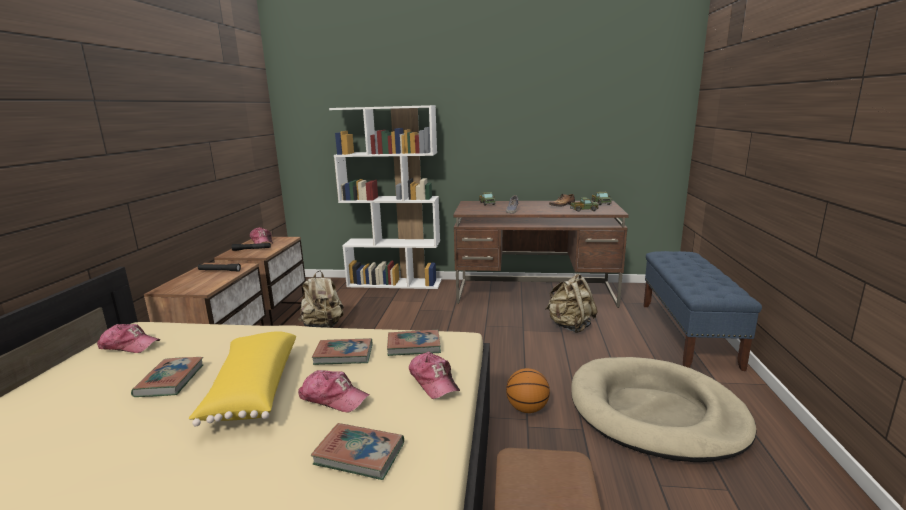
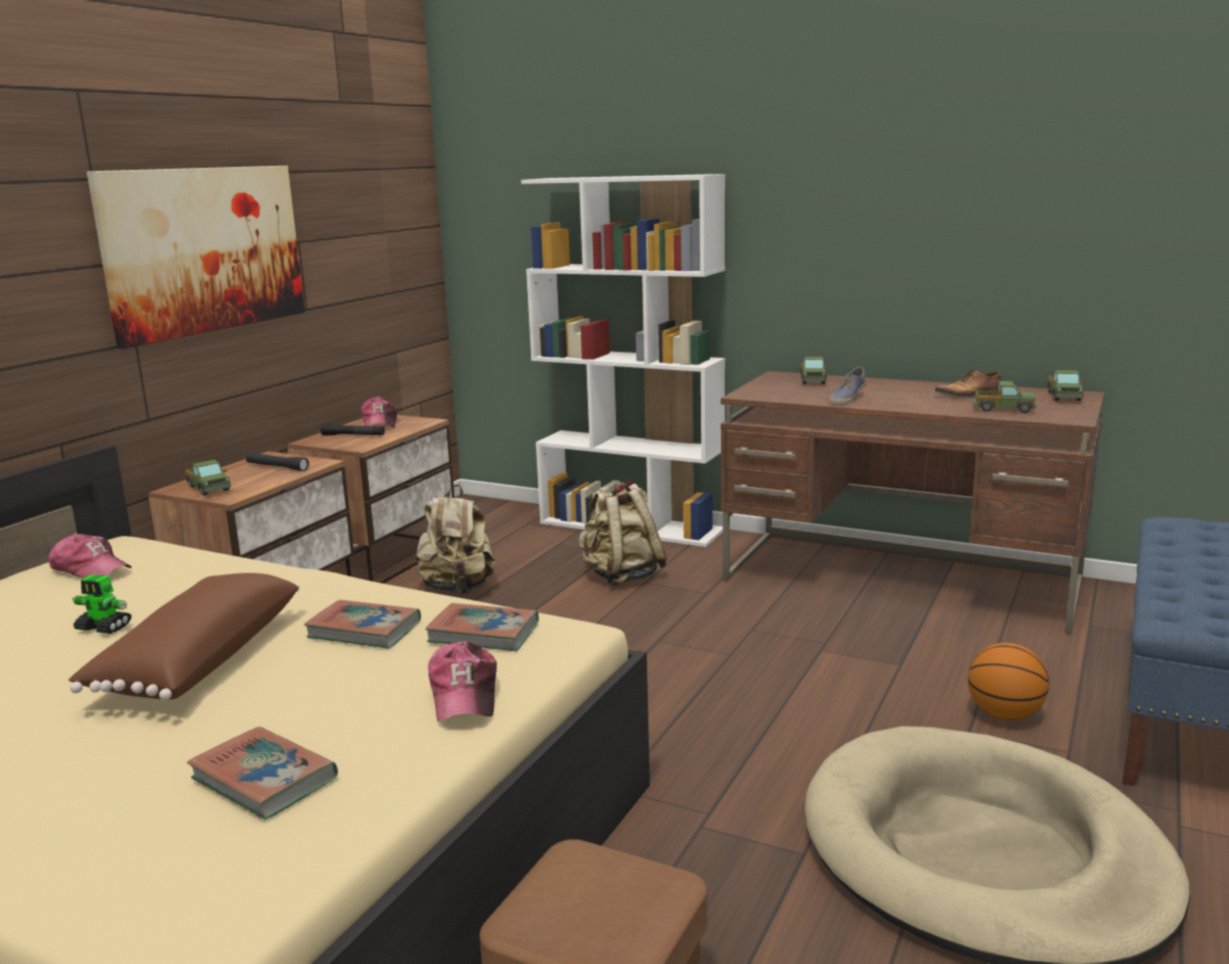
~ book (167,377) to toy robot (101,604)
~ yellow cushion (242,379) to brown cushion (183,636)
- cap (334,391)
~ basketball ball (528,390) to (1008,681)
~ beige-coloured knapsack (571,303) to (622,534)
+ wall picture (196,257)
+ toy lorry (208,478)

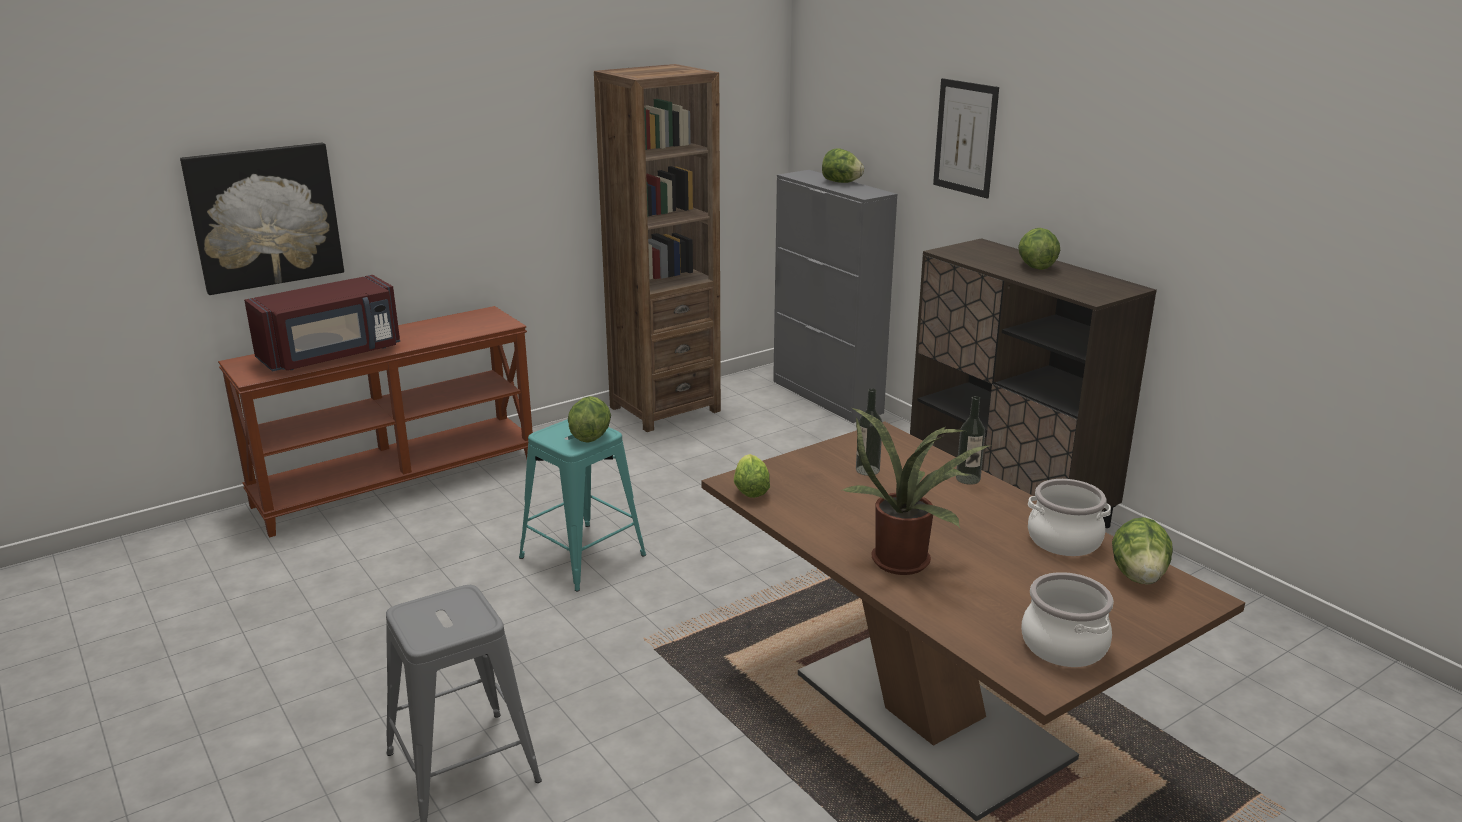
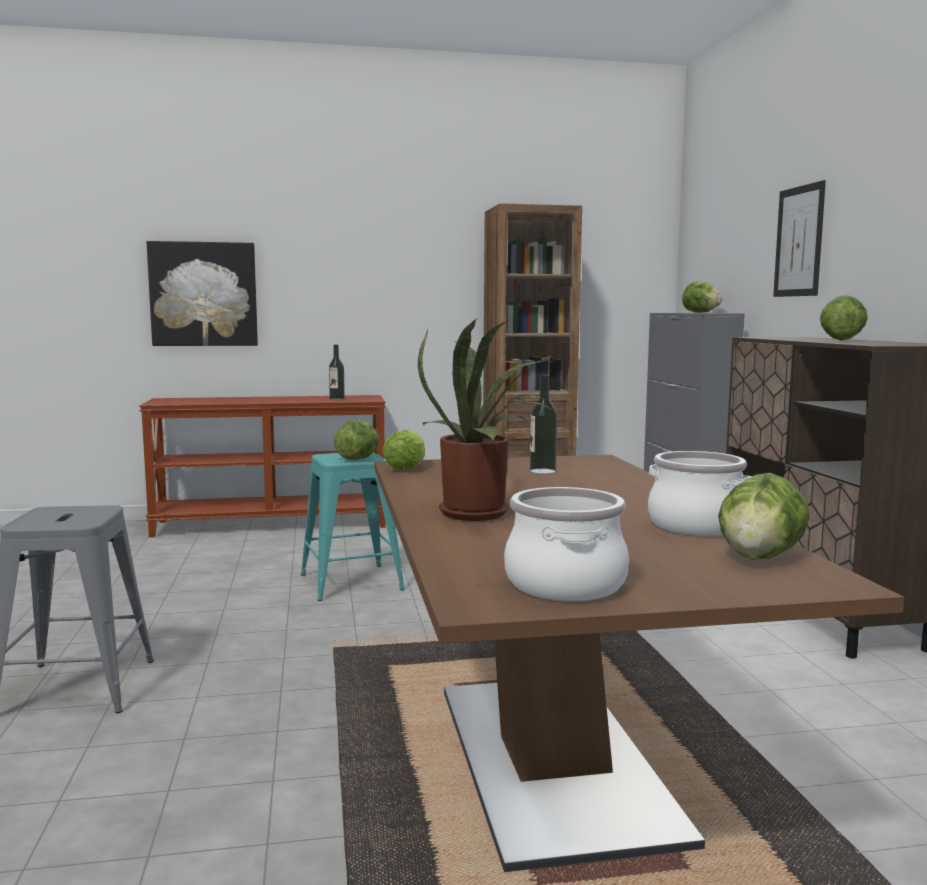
- red microwave oven (322,323)
~ drink bottle (970,440) to (337,372)

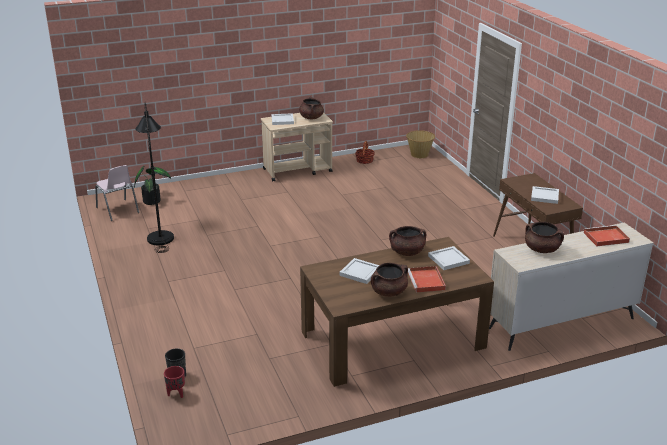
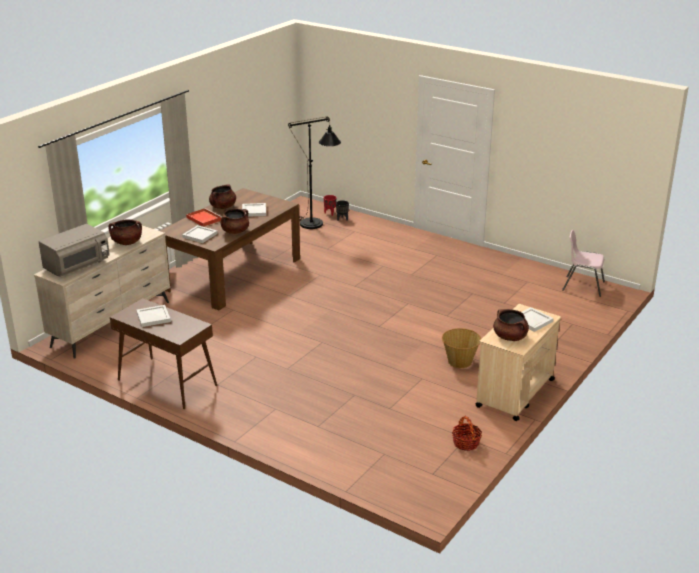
- potted plant (152,185)
~ blackish standing lamp (154,177) to (314,173)
~ household basket (420,144) to (461,348)
~ red carrying tray (607,235) to greyish microwave oven (74,250)

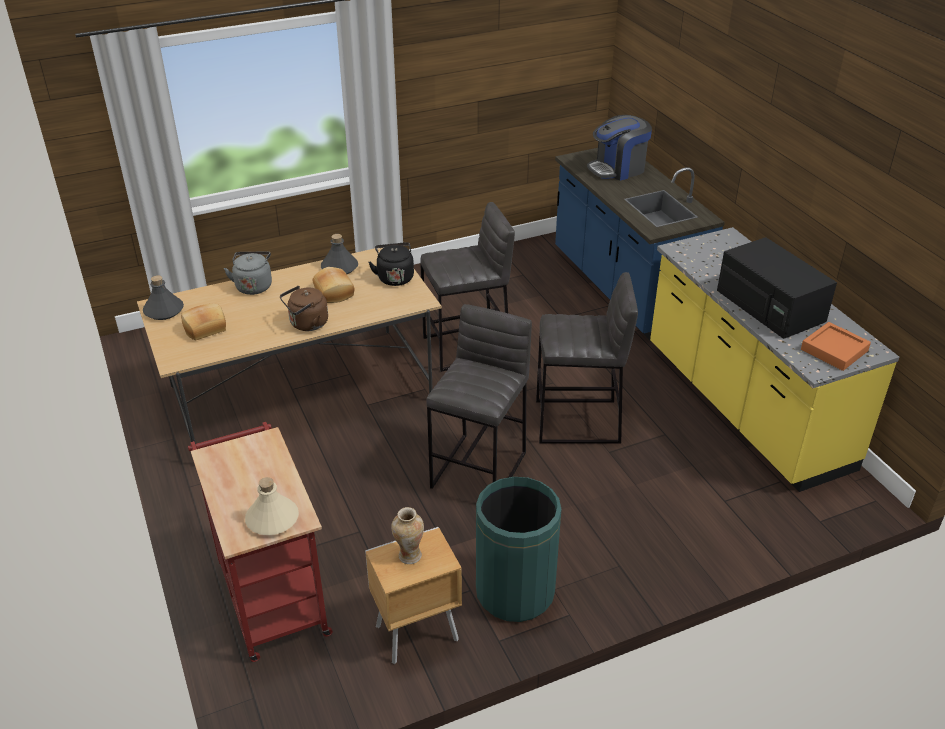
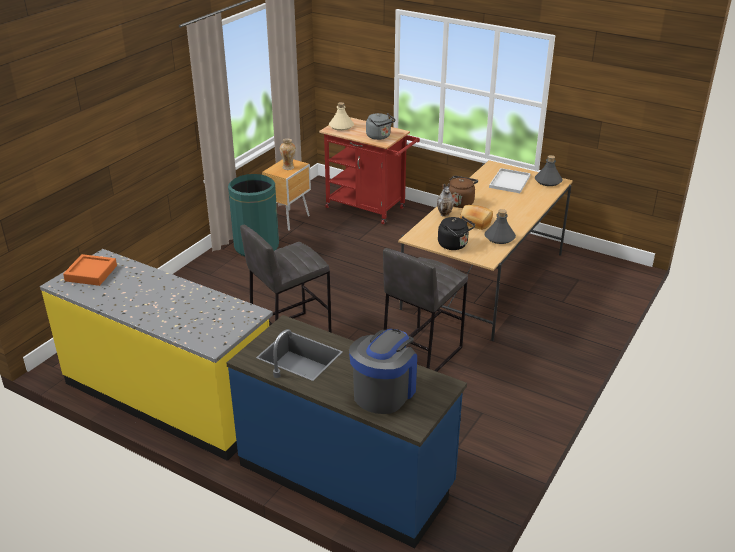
~ bread (203,321) to whitish carrying tray (510,180)
~ greyish water kettle (248,273) to (380,126)
- greyish stool (479,396)
- blackish microwave oven (777,288)
+ decorative vase (445,200)

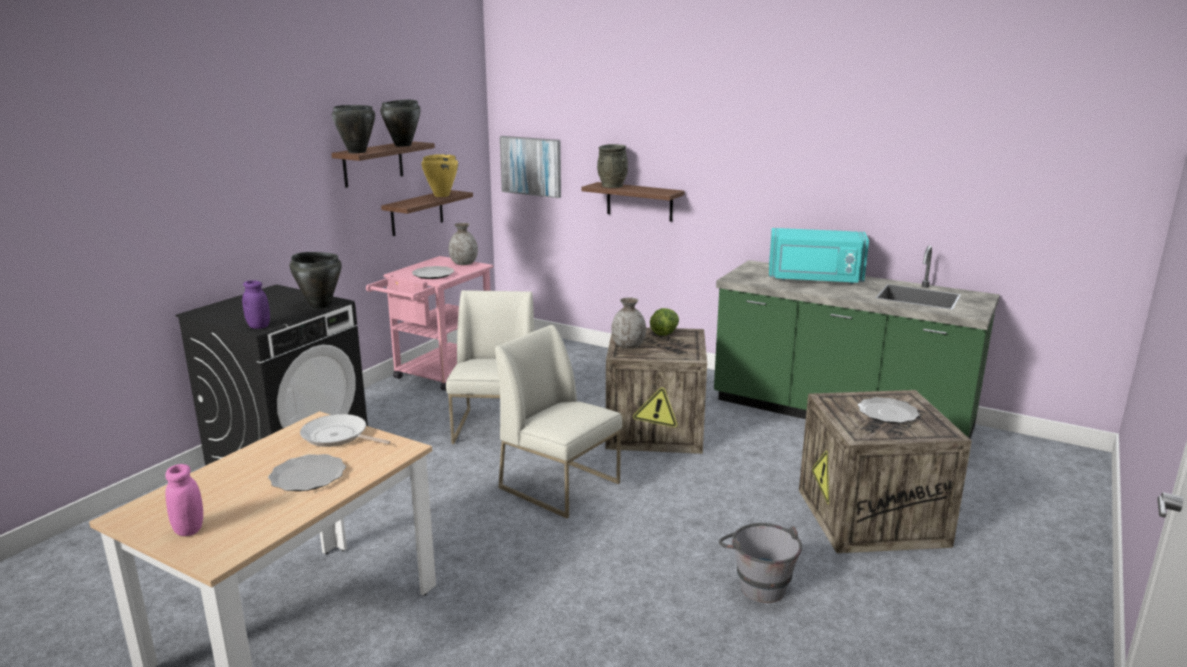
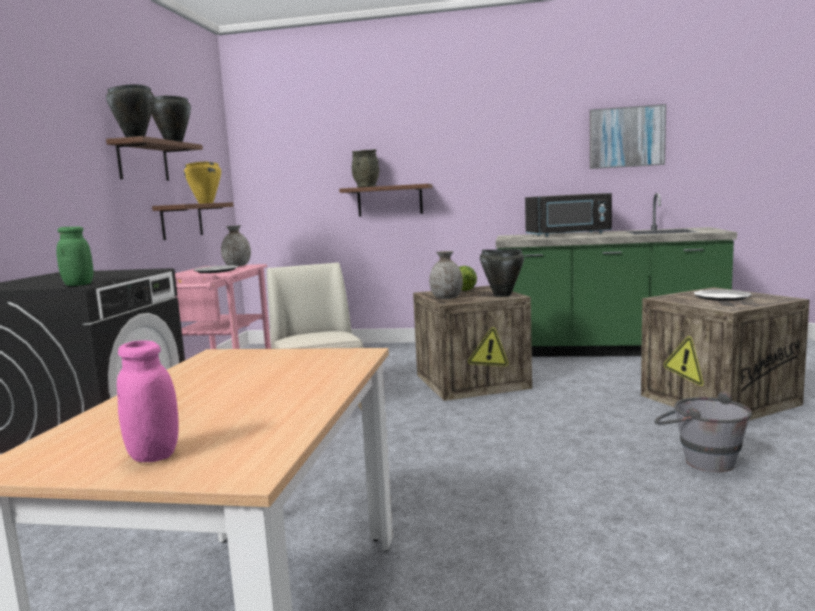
~ purple preserve jar (256,304) to green preserve jar (74,256)
- flat dish (307,472)
~ blackish stockpot (316,280) to (502,273)
- pan (345,430)
- whitish chair (558,421)
~ wall picture (530,167) to (628,136)
~ blue-green microwave oven (819,256) to blackish microwave oven (568,215)

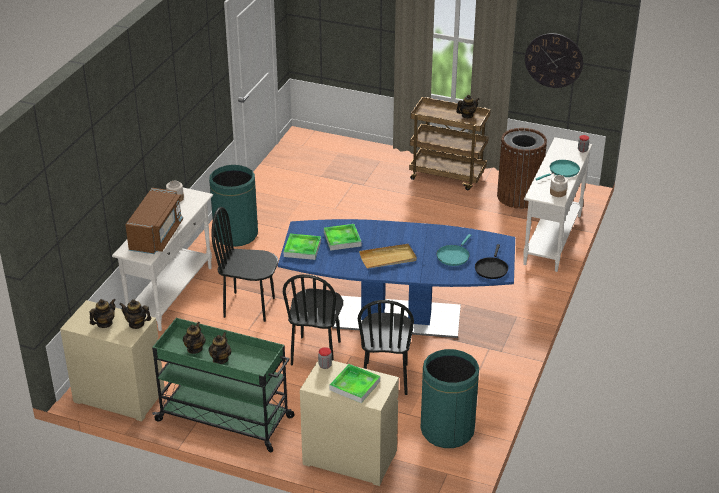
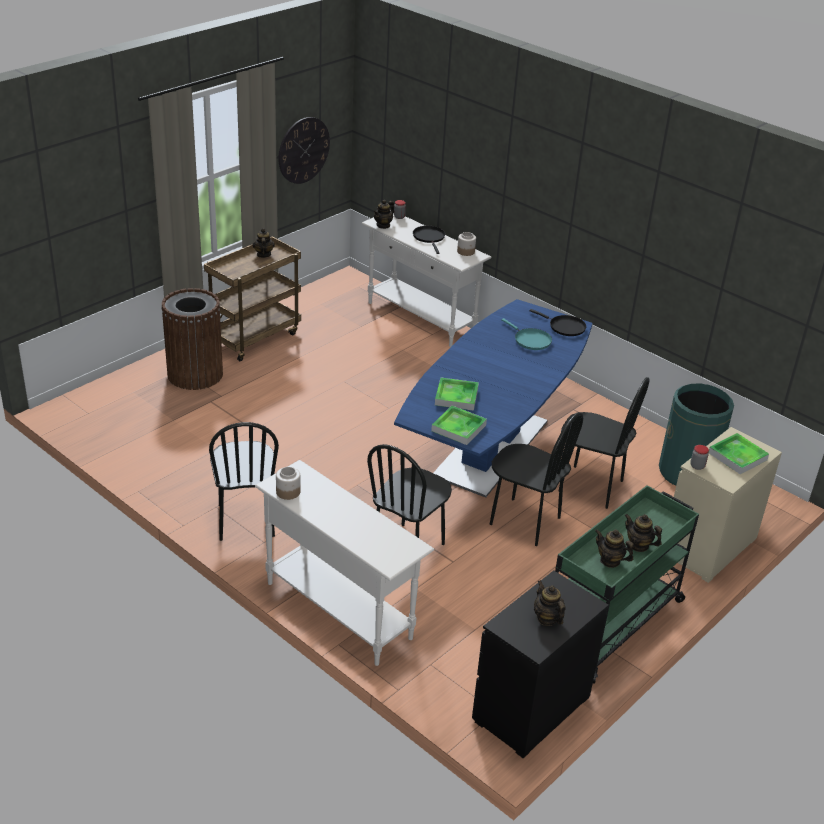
~ beige-coloured dresser (112,361) to blackish dresser (540,664)
~ pot for tea (135,314) to (383,214)
- brown microwave oven (154,221)
~ green waste bin (233,206) to blackish chair (244,481)
- beige-coloured carrying tray (388,256)
~ brown waste bin (522,168) to (192,339)
~ blue-green pan (557,170) to blackish pan (429,240)

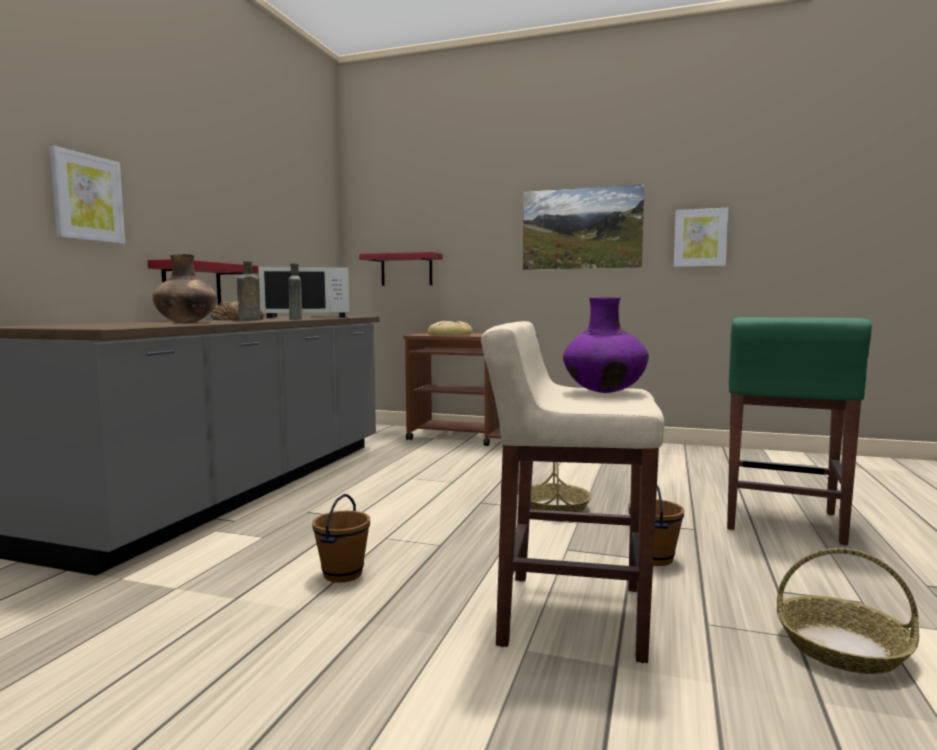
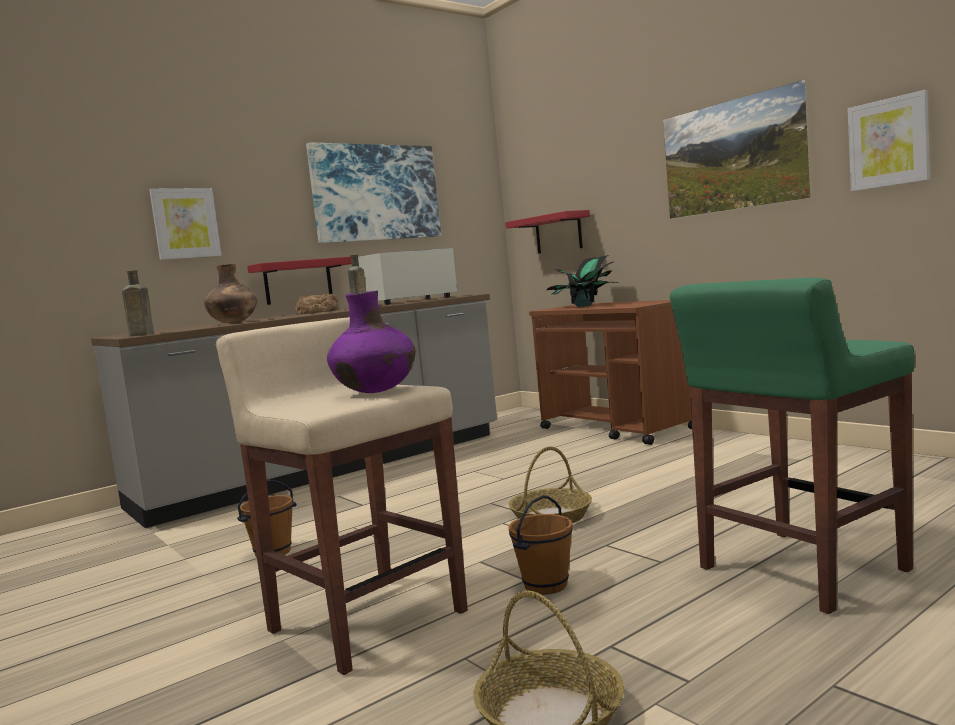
~ brown drink bottle (249,291) to (138,303)
~ whitish microwave oven (304,292) = (407,276) 120 degrees clockwise
~ bread (450,328) to potted plant (582,281)
+ wall picture (373,192)

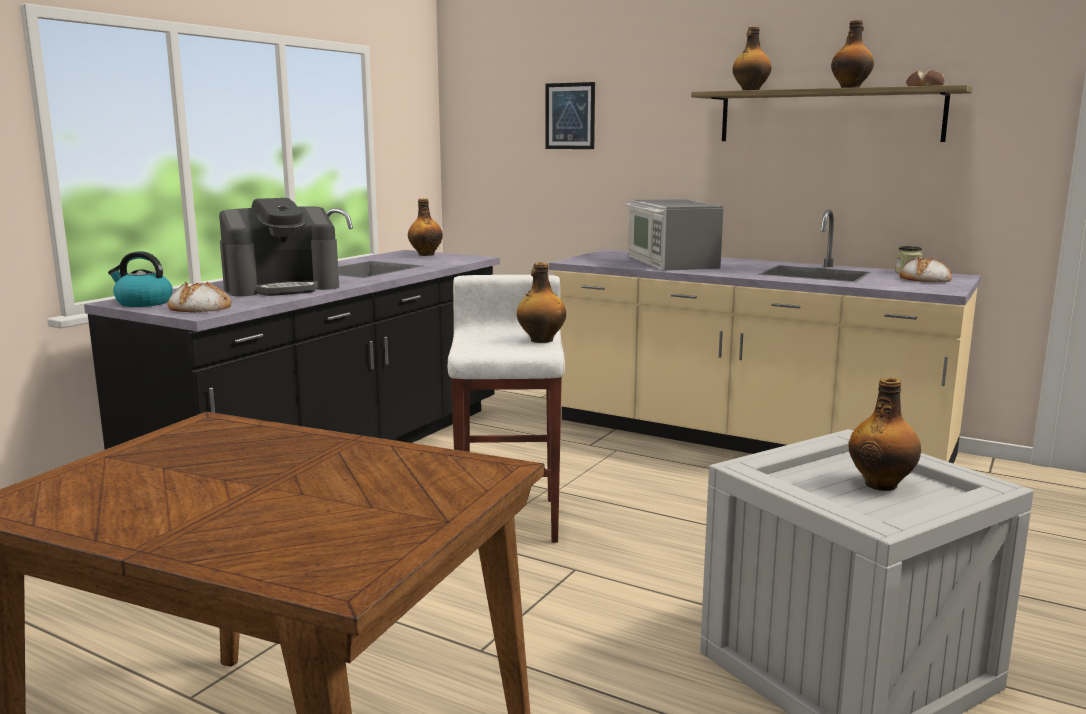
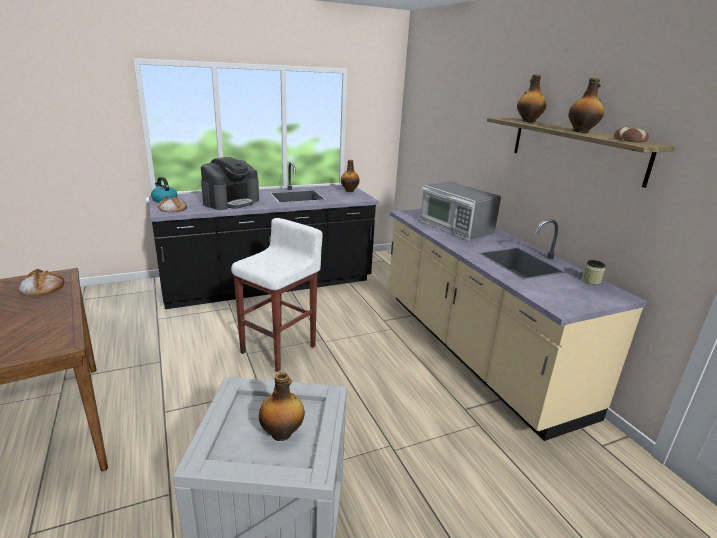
~ coffee brewer (279,247) = (230,183) 60 degrees counterclockwise
- drink bottle (541,303)
- wall picture (570,115)
~ microwave oven (674,235) = (460,211) 60 degrees counterclockwise
~ bread (925,269) to (41,282)

